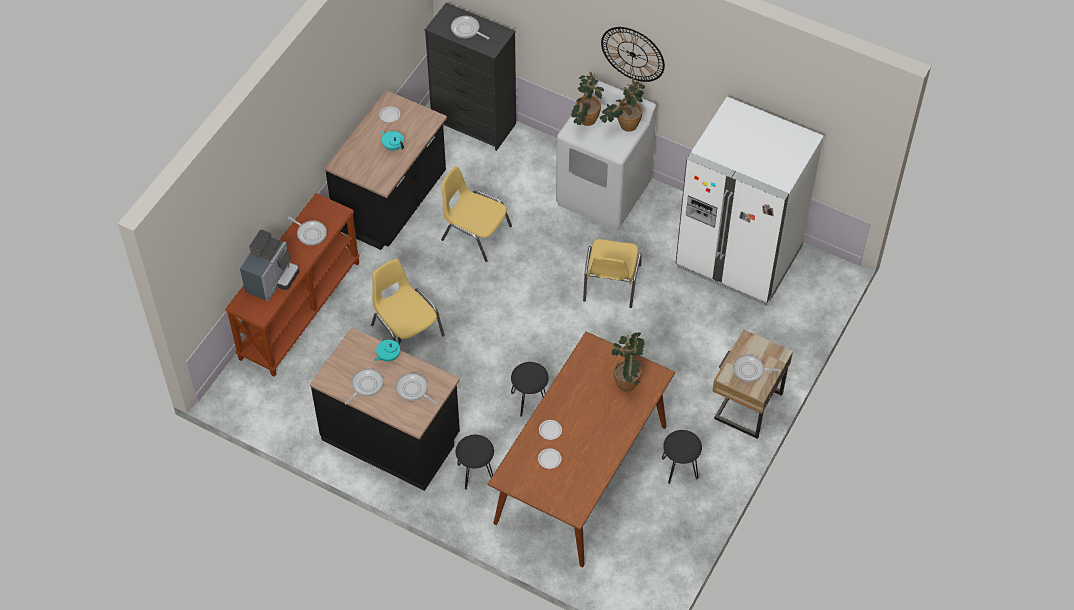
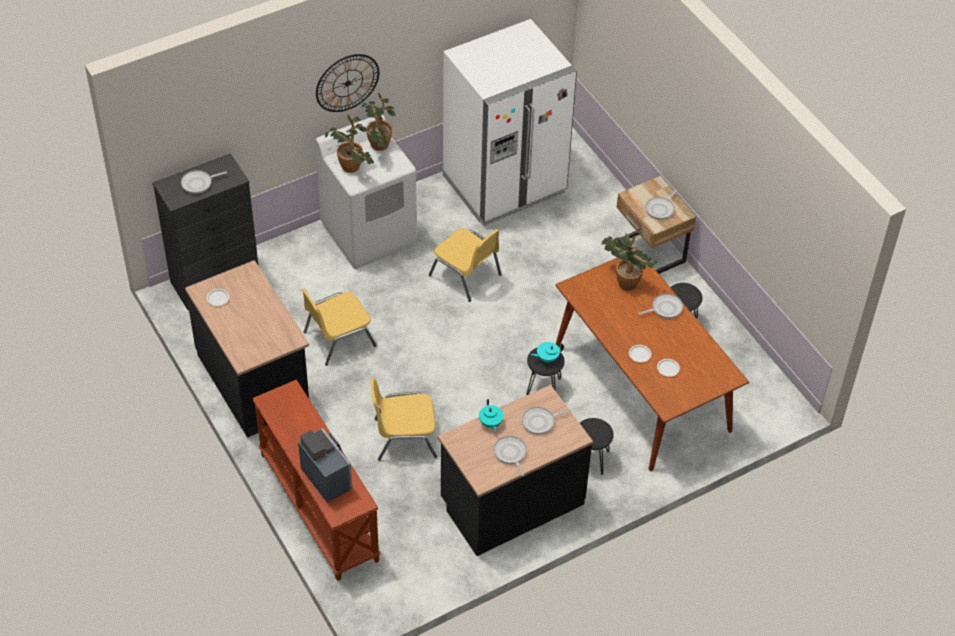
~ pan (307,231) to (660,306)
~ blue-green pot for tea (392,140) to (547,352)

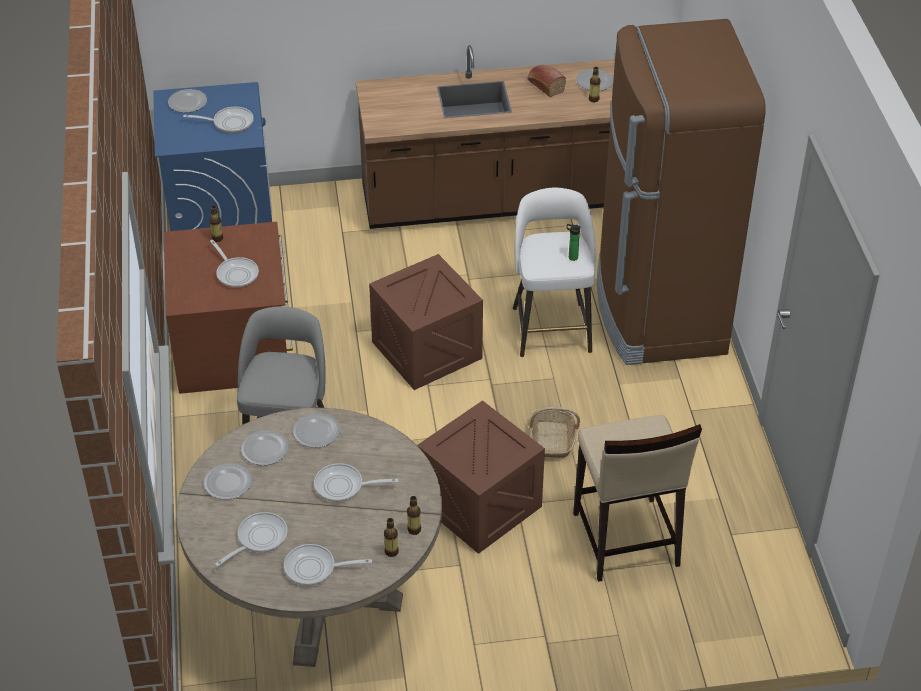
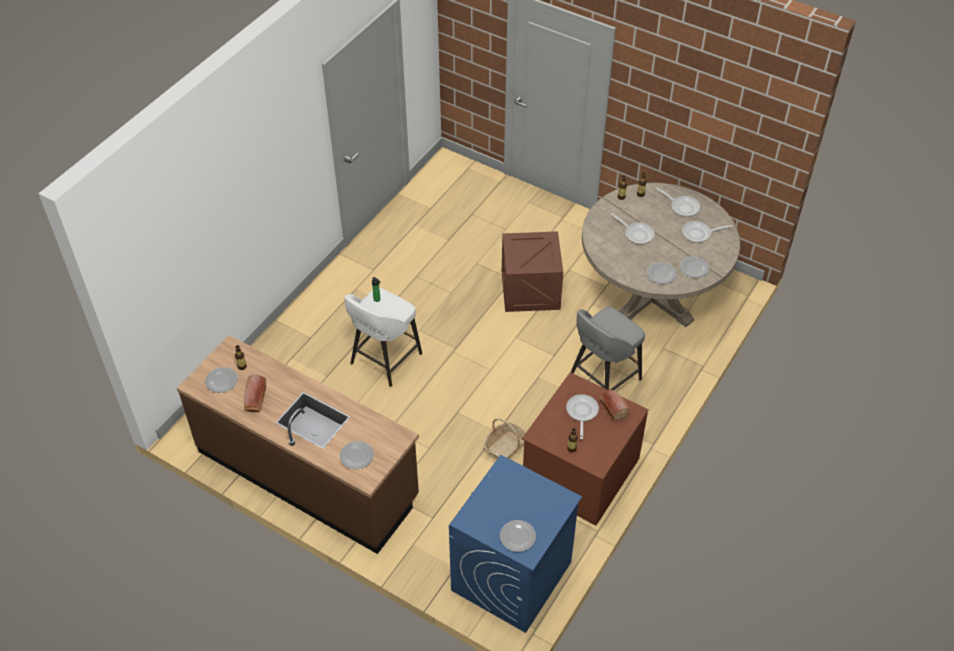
- pan (218,120)
~ flat dish (316,430) to (357,455)
- shipping crate (426,322)
~ household basket (554,432) to (505,438)
- beige-coloured stool (637,498)
- brown fridge (681,192)
+ bread (614,405)

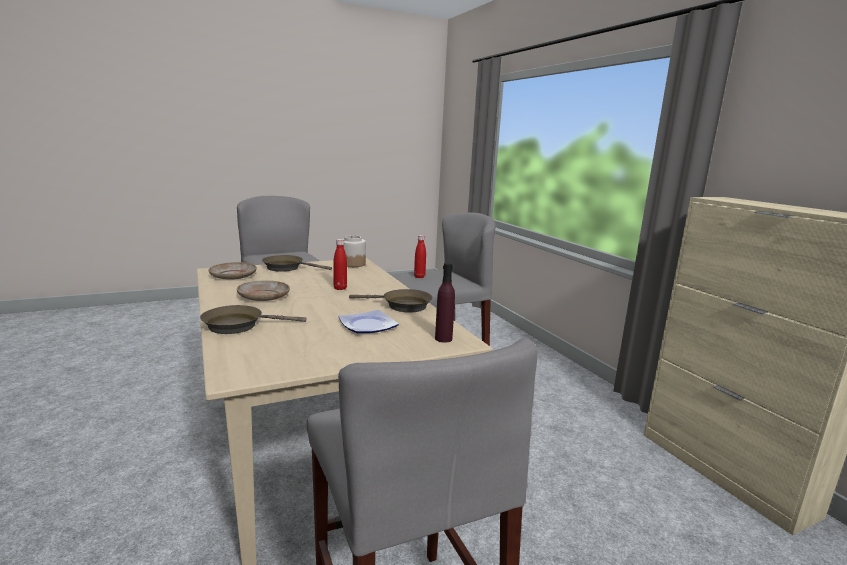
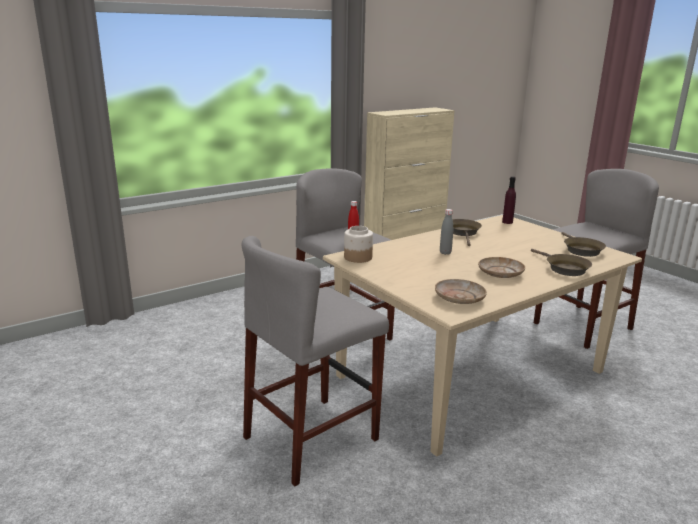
~ brown pan (297,263) to (583,244)
~ red drink bottle (340,264) to greyish drink bottle (446,232)
- flat dish (368,321)

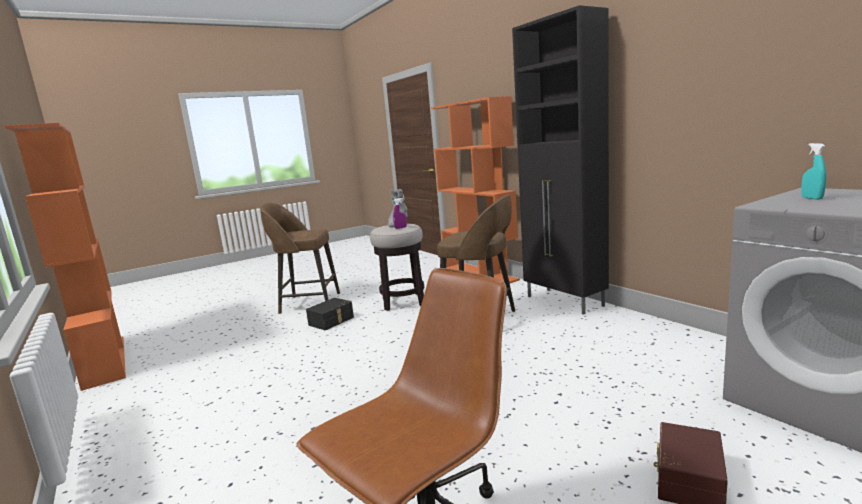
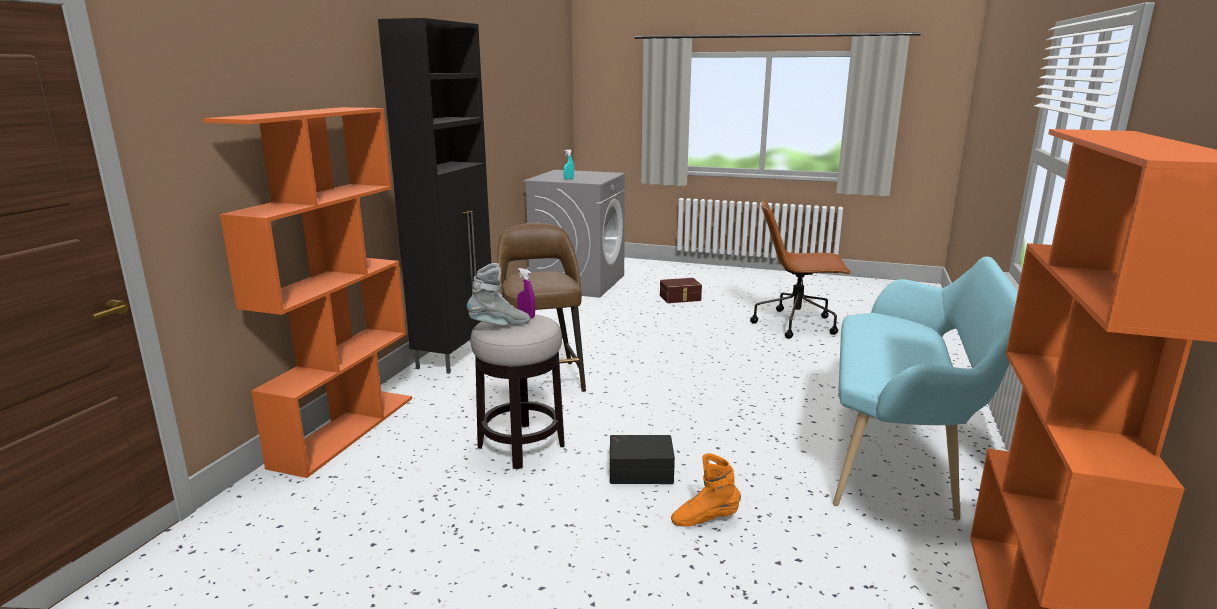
- brown stool (300,258)
+ orange-coloured boot (706,490)
+ blue-green indoor bench (925,389)

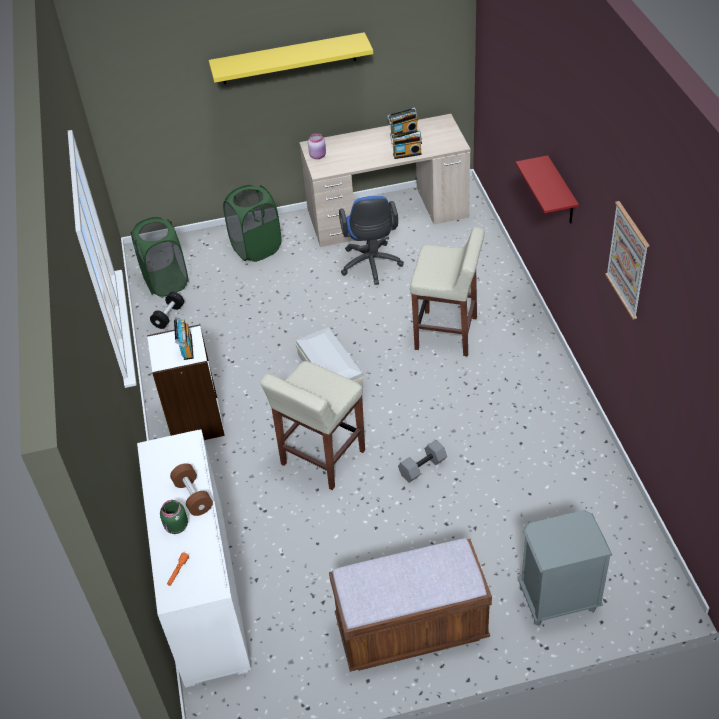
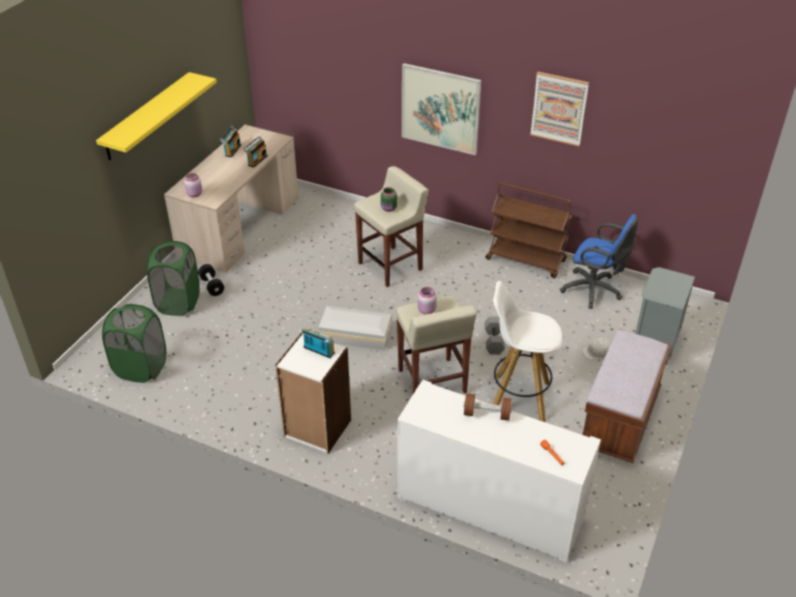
~ blackish hand weight (167,310) to (211,280)
~ green preserve jar (174,517) to (389,199)
~ bluish office chair (371,240) to (599,261)
~ red wall shelf (547,189) to wall picture (441,109)
+ pinkish preserve jar (427,300)
+ brown trolley (529,230)
+ whitish stool (528,351)
+ whitish safety helmet (597,348)

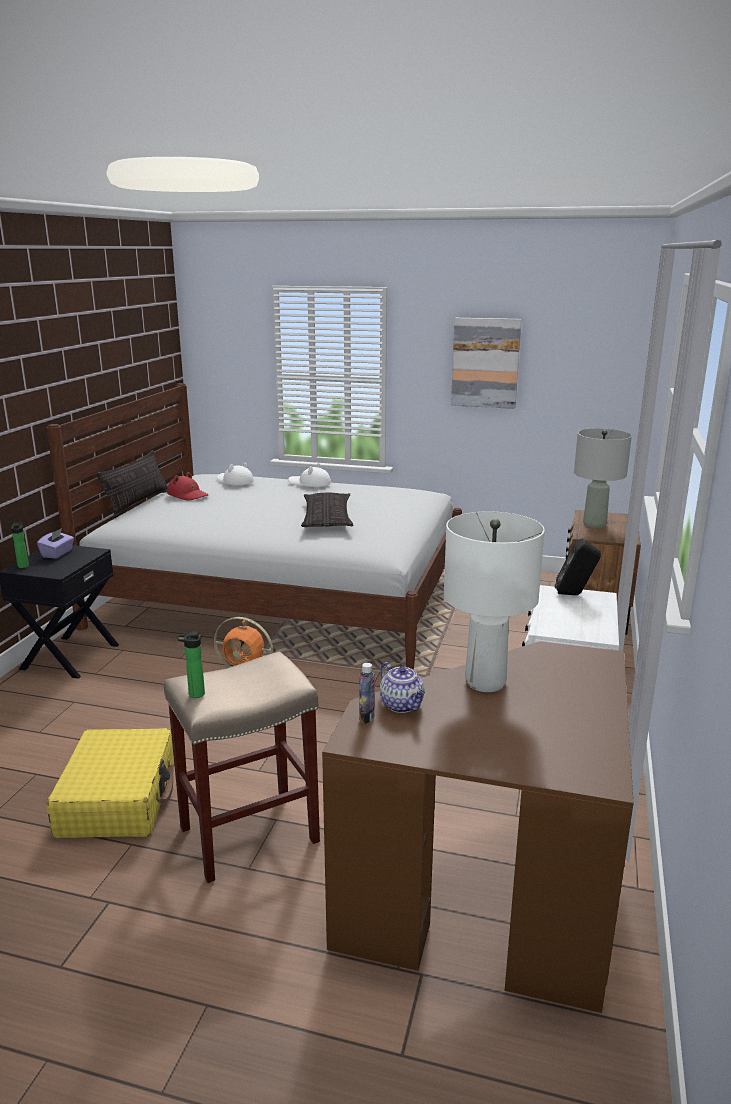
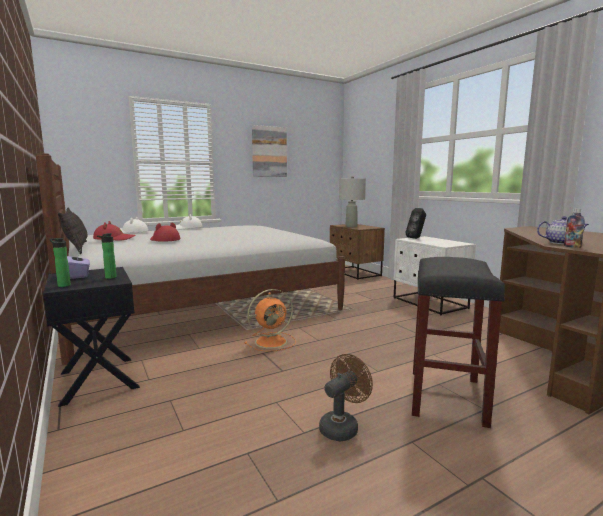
~ yellow suitcase (110,783) to brown fan (346,397)
~ beige-coloured stool (242,767) to blackish stool (458,342)
~ drink bottle (191,664) to (107,256)
- cushion (327,510)
- whitish lamp for a table (494,601)
+ red clothing hat (165,232)

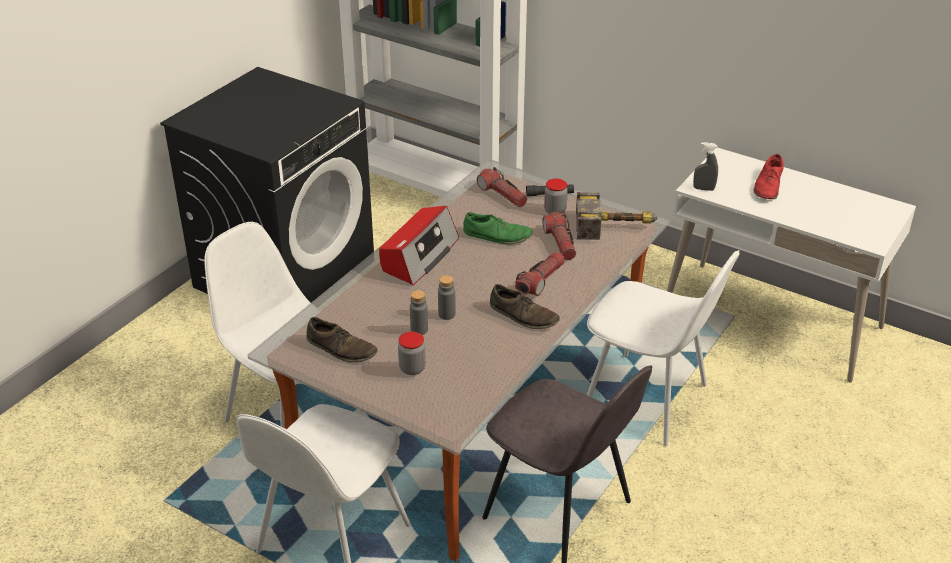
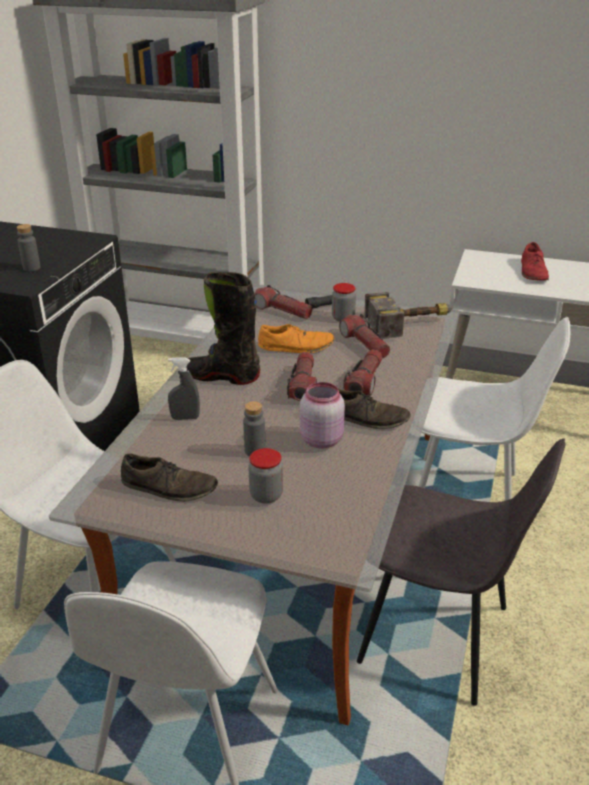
~ radio (419,245) to blackish boot (223,328)
~ greyish drink bottle (447,297) to (28,247)
~ green low shoe (498,228) to orange-coloured low shoe (296,338)
~ greyish sprayer (705,166) to (184,388)
+ hand torch (302,376)
+ pinkish preserve jar (322,415)

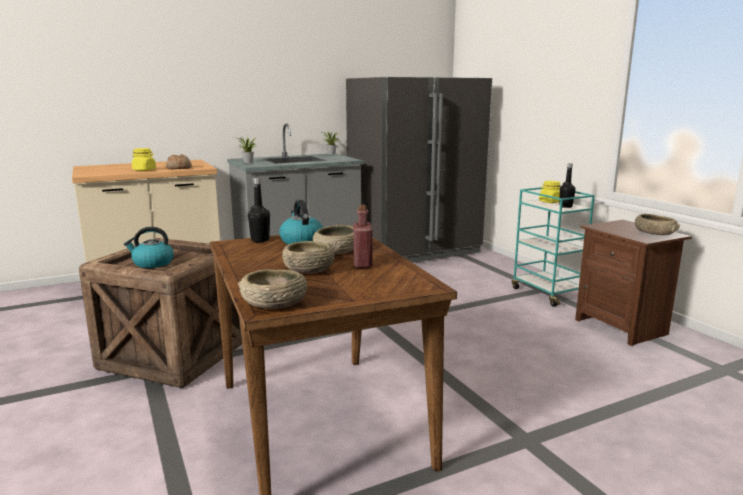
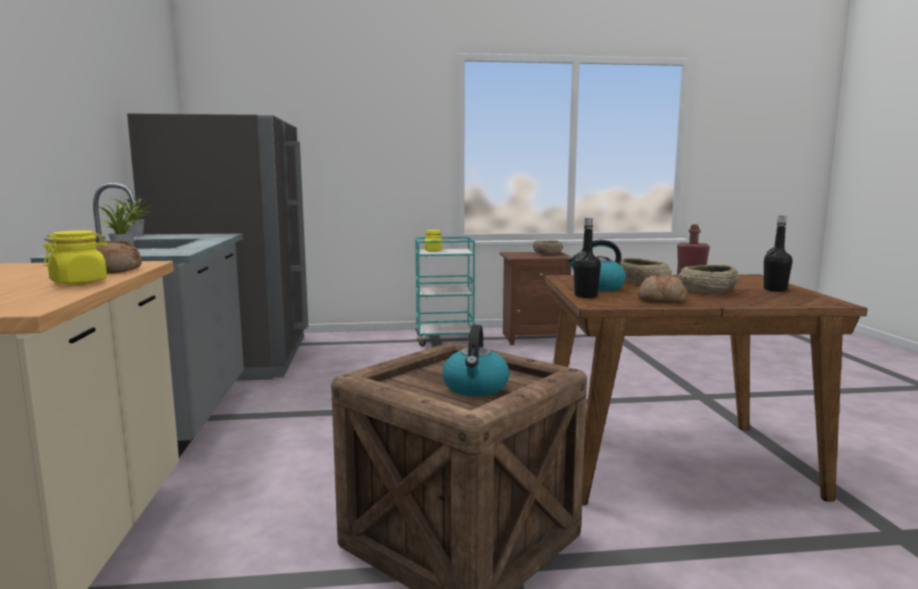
- beige-coloured deep dish (272,289)
~ blackish drink bottle (568,185) to (778,254)
+ bread (663,288)

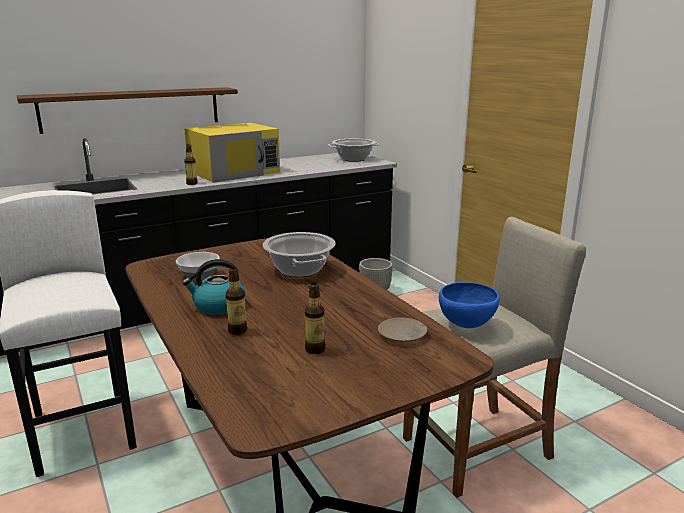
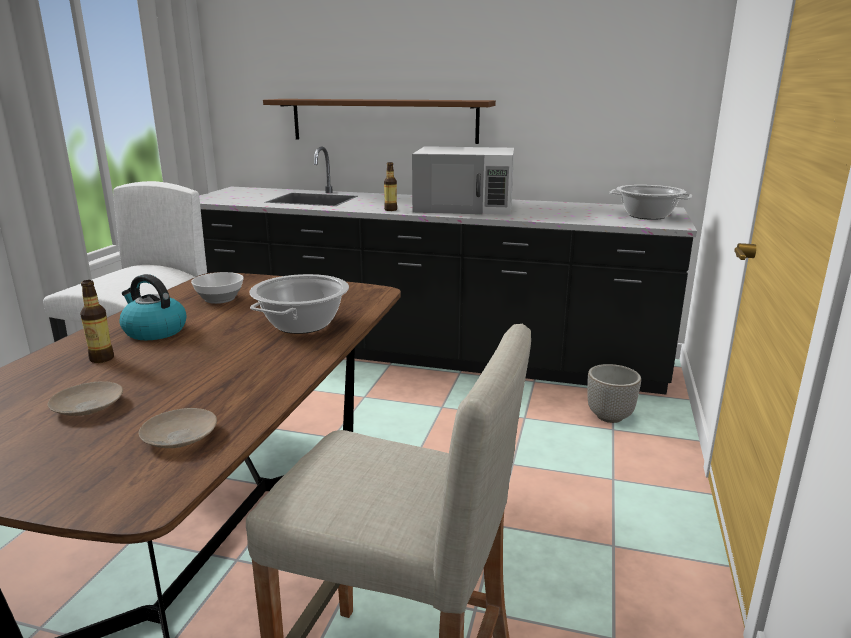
~ yellow microwave oven (232,153) to whitish microwave oven (463,180)
~ drink bottle (314,318) to beige-coloured flat dish (85,398)
- bluish deep dish (469,305)

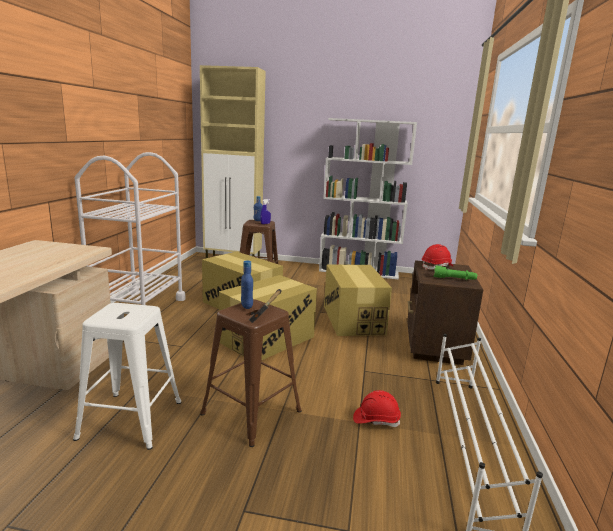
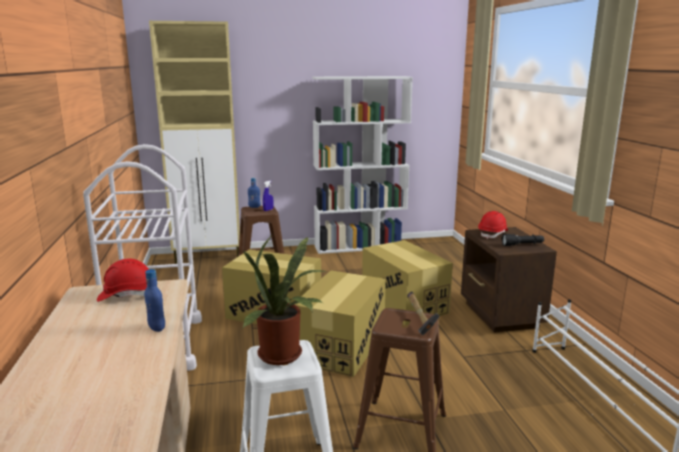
~ bluish drink bottle (247,284) to (154,300)
~ red safety helmet (377,408) to (123,280)
~ green hand torch (455,273) to blackish hand torch (522,240)
+ potted plant (284,299)

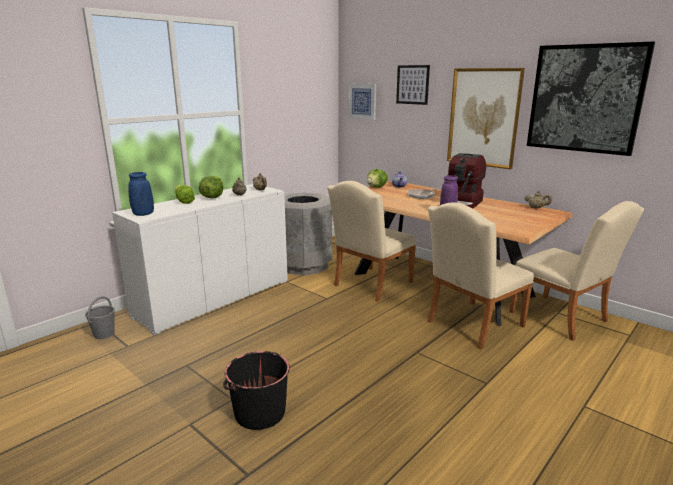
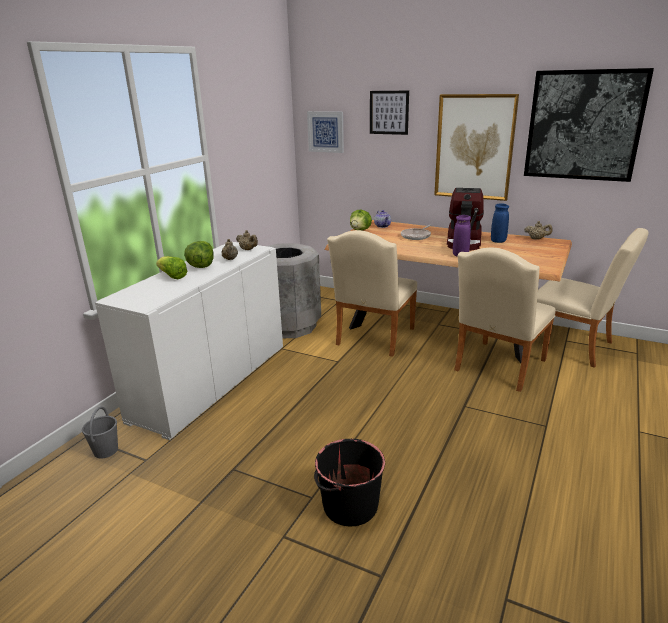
~ bluish decorative vase (141,194) to (500,223)

